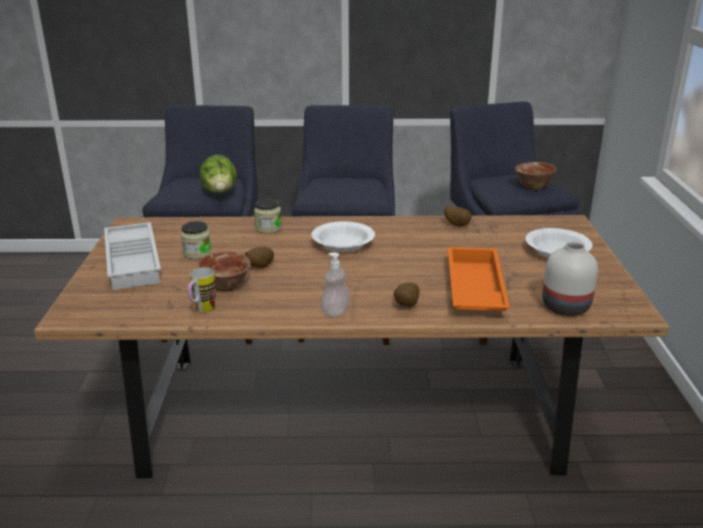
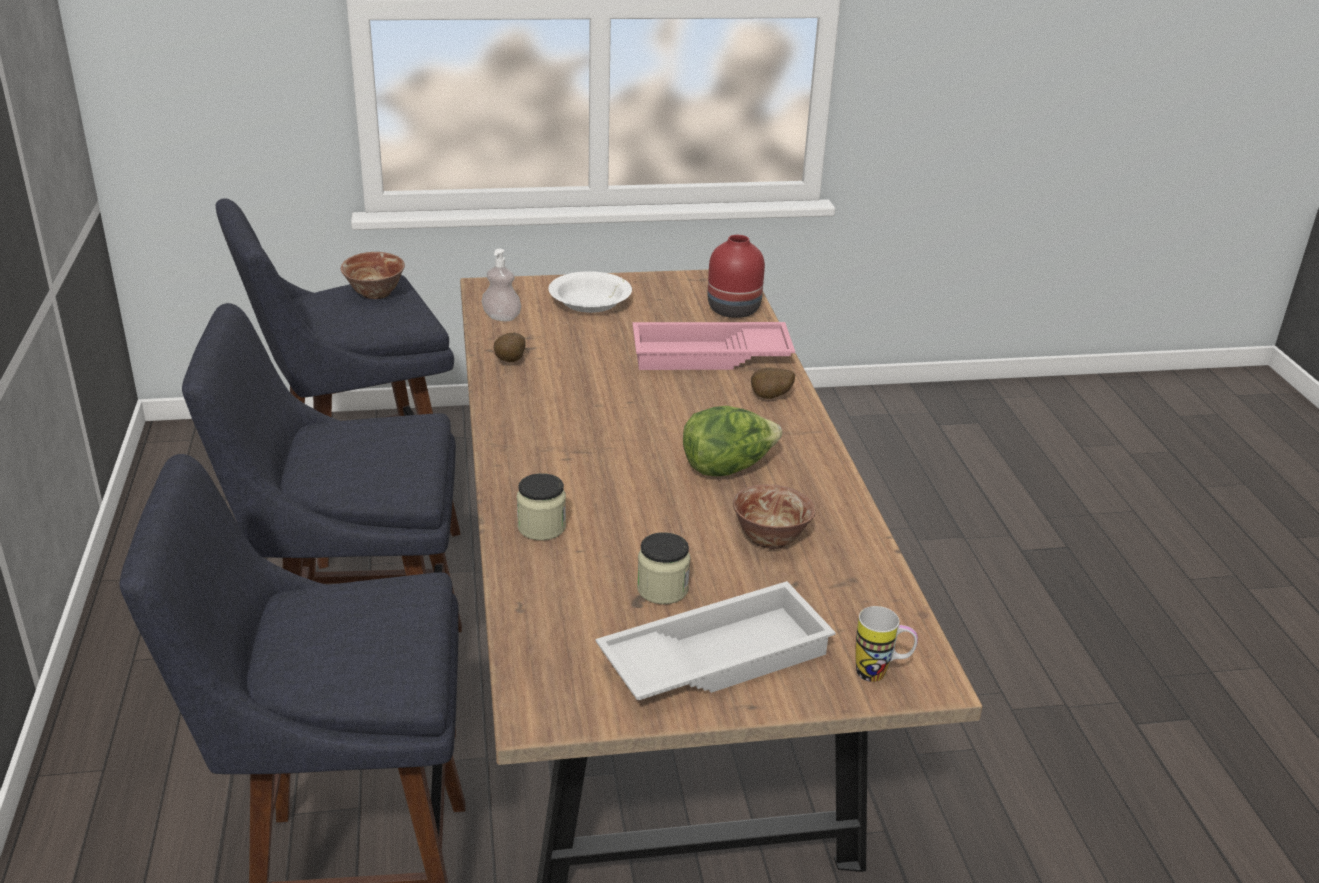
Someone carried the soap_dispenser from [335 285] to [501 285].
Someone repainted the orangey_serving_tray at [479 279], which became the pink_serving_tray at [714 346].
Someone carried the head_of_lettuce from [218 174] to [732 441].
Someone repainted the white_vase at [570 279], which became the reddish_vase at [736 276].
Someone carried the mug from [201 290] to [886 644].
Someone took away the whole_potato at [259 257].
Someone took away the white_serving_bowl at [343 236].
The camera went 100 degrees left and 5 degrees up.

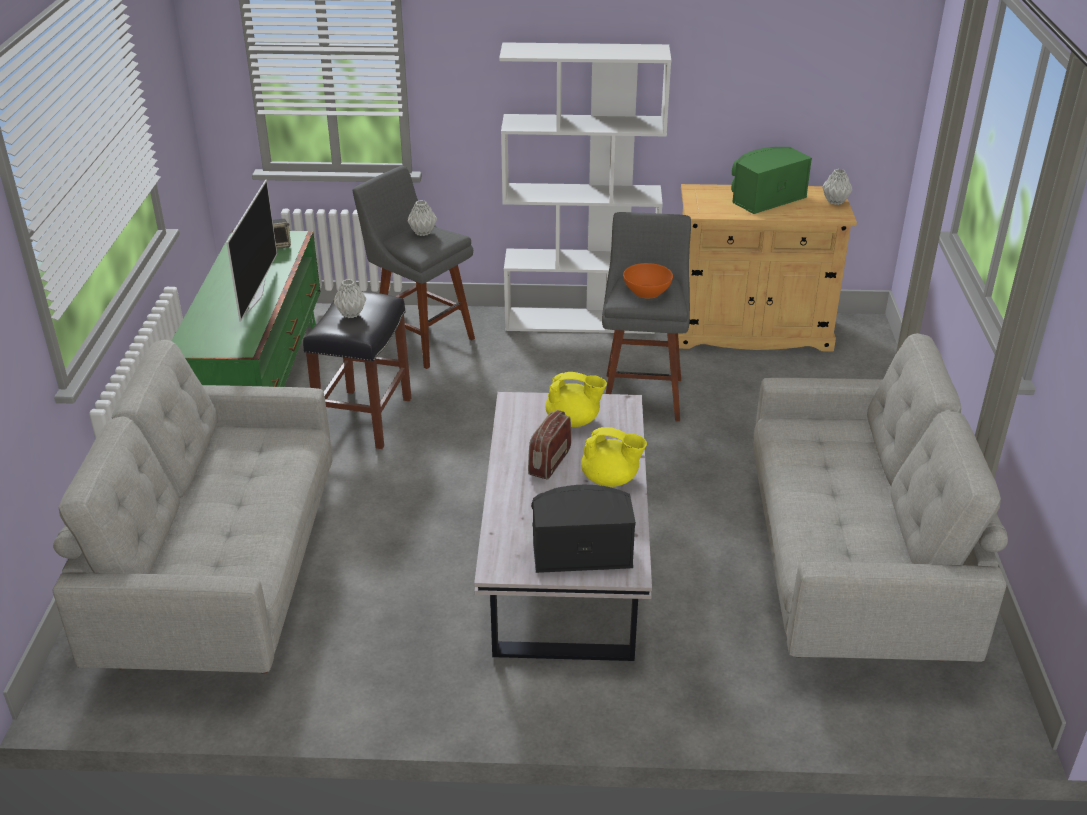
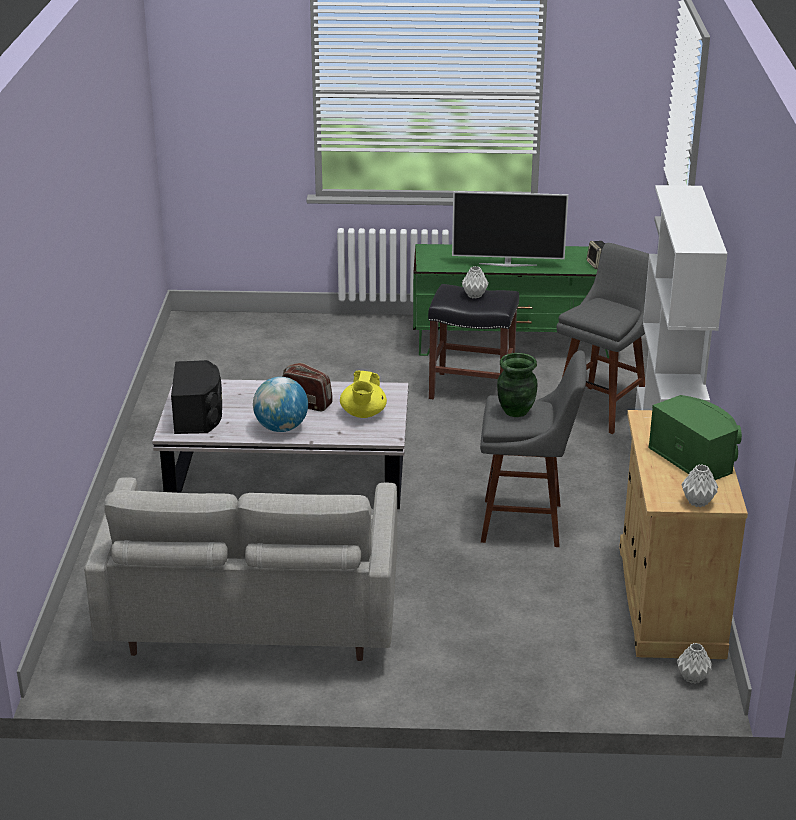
Someone swapped the yellow_pot_for_tea at [614 457] for the world_globe at [280 404].
Someone swapped the orangey_serving_bowl at [648 280] for the green-coloured_vase at [517 385].
Someone carried the gray_vase from [422 218] to [694 663].
Someone took away the gray_settee at [192 507].
The camera went 90 degrees right and 5 degrees down.

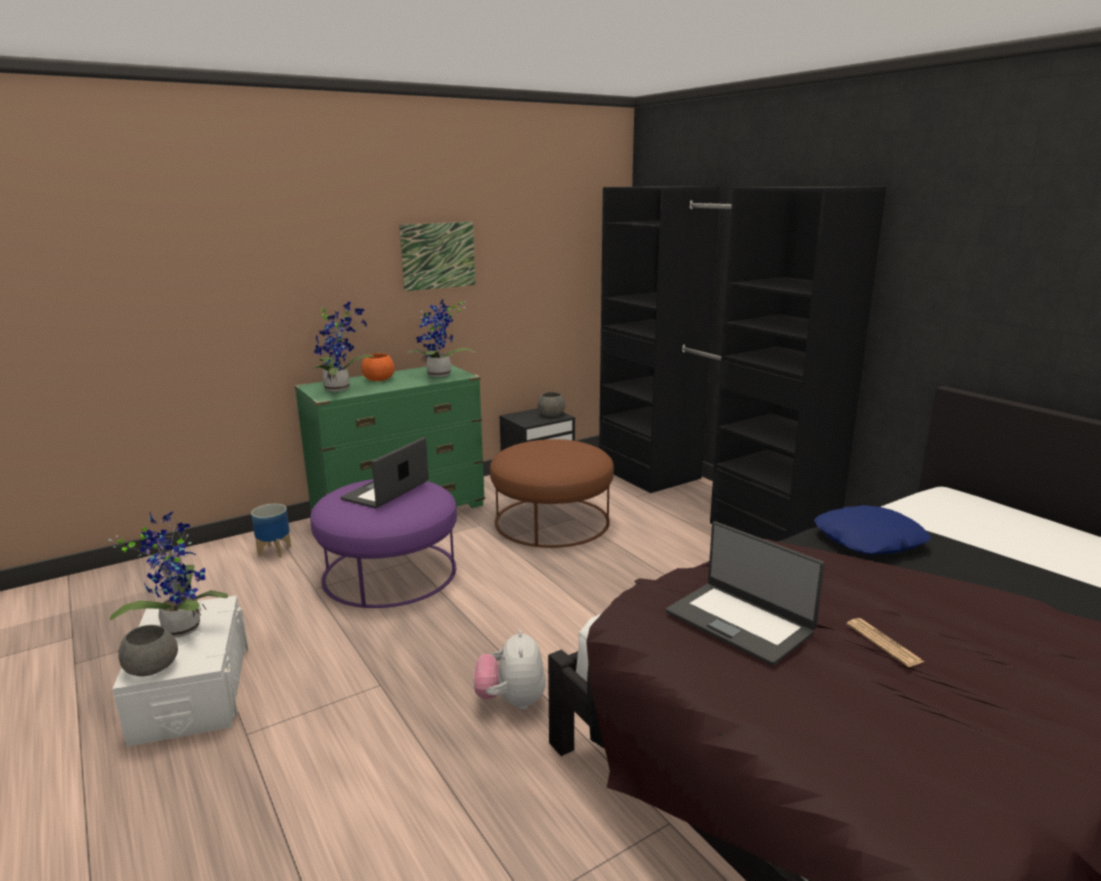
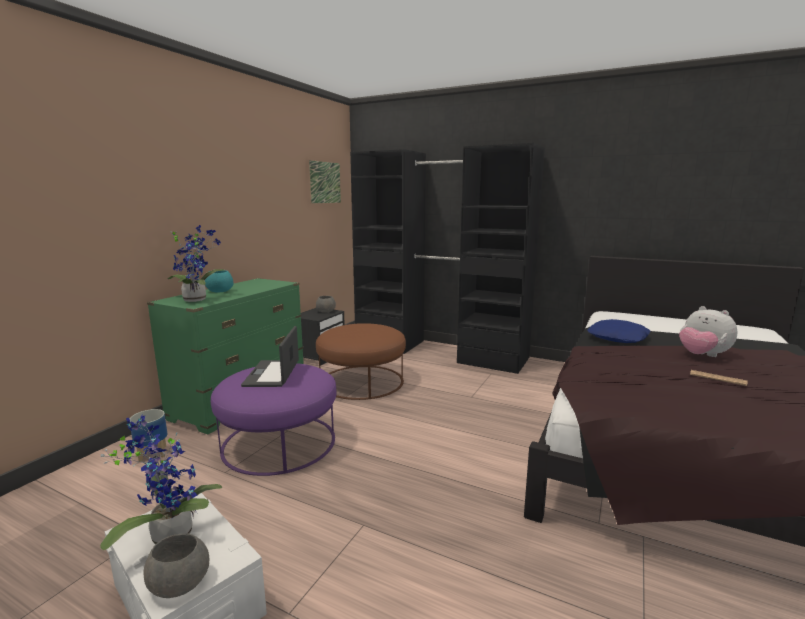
Someone repainted the orangey_serving_bowl at [378 367], which became the turquoise-coloured_serving_bowl at [219 281].
Someone carried the wall_picture from [437 256] to [324 181].
Someone carried the soft_toy from [510 670] to [708 331].
Someone took away the plant_in_a_pot at [441 338].
Someone took away the laptop at [745 593].
The camera went 30 degrees left and 5 degrees down.

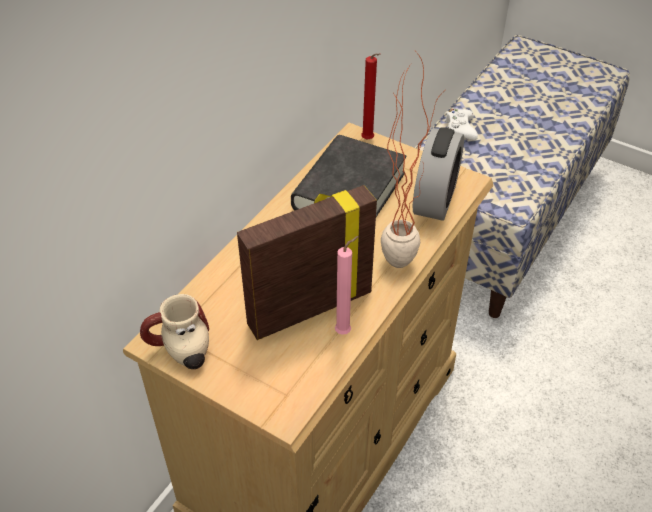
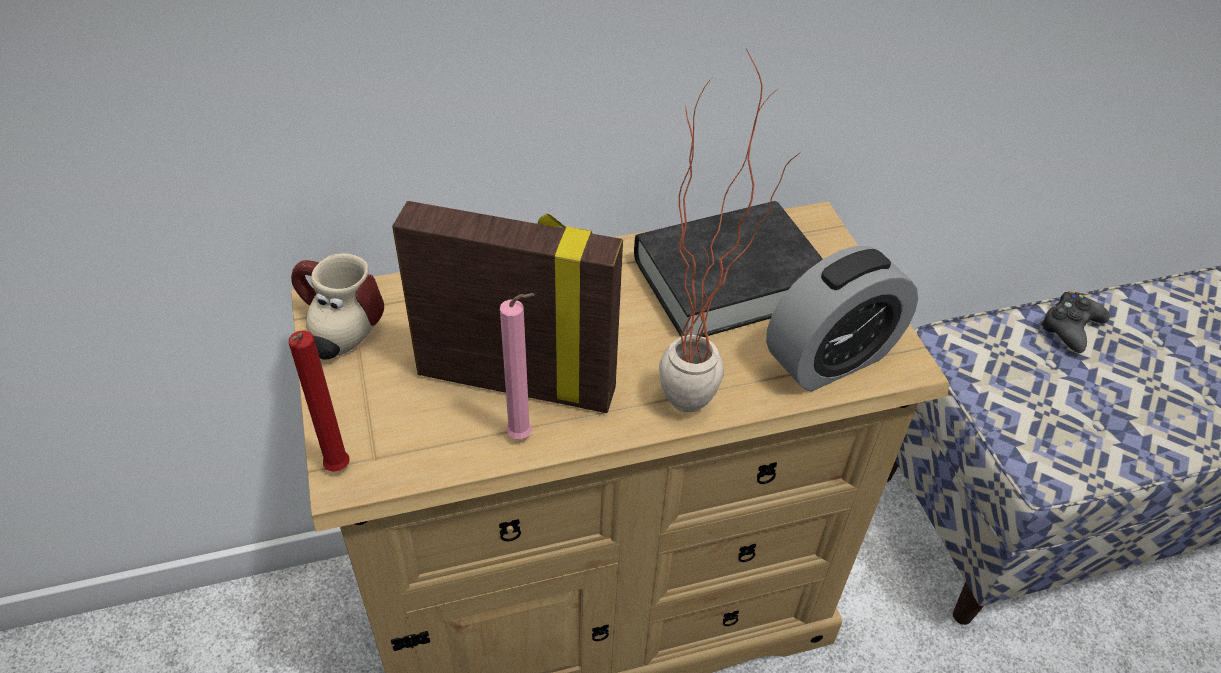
Someone carried the reddish_candle from [371 96] to [319 401].
Someone repainted the white_gamepad at [461 124], which became the blackish_gamepad at [1074 322].
The camera went 40 degrees right and 0 degrees up.

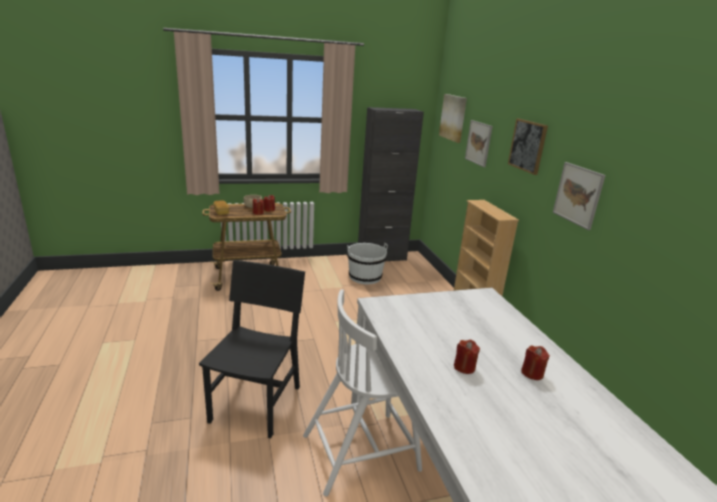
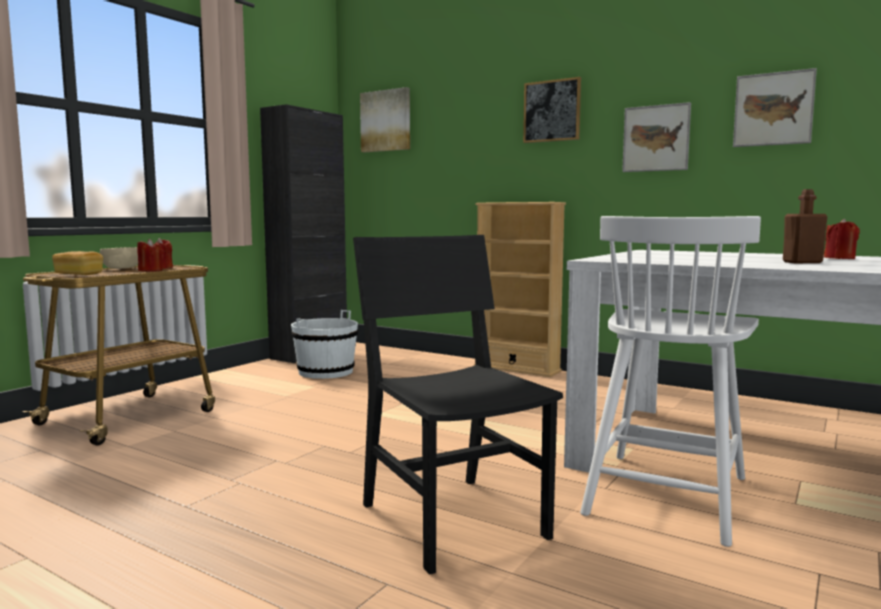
Someone carried the wall_picture from [479 143] to [775 107].
Someone swapped the reddish_candle at [467 357] for the brownish_drink_bottle at [805 226].
The camera went 40 degrees left and 15 degrees down.

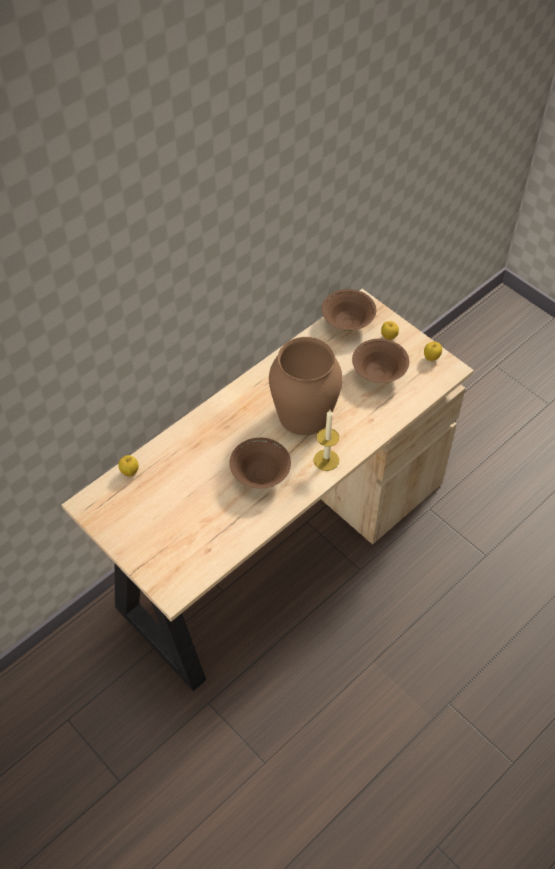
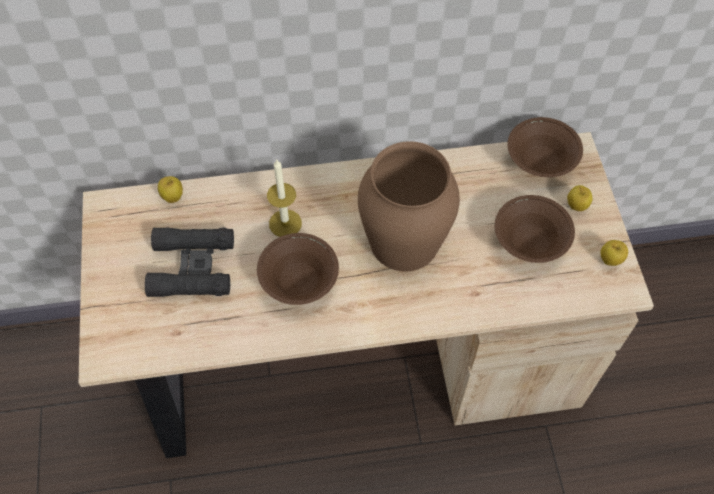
Someone put down the blackish_binoculars at [189 262].
Someone carried the candle from [326 440] to [284 198].
The camera went 35 degrees right and 5 degrees up.

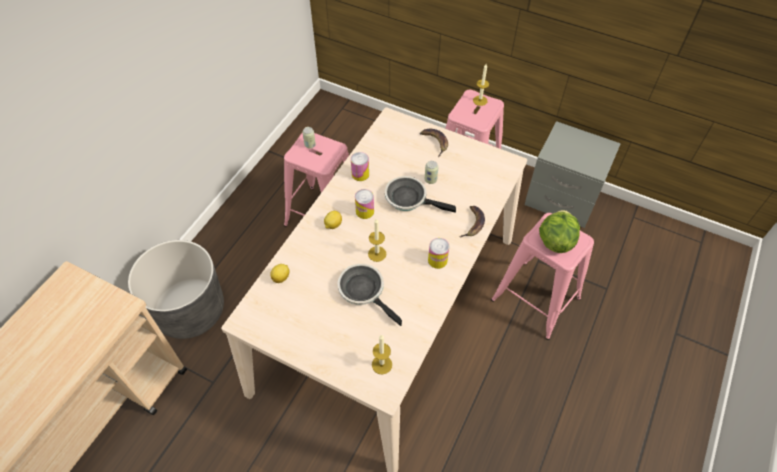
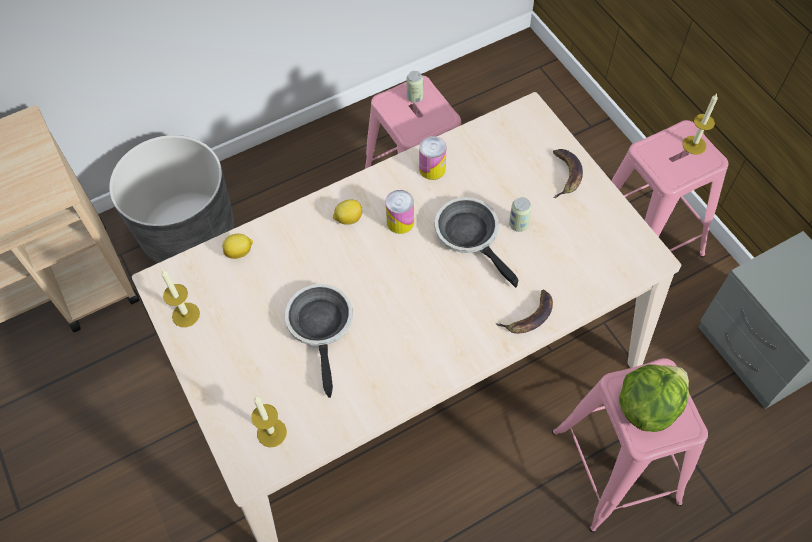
Someone carried the candle from [377 240] to [180 298].
Someone took away the can at [438 253].
The camera went 35 degrees right and 5 degrees up.

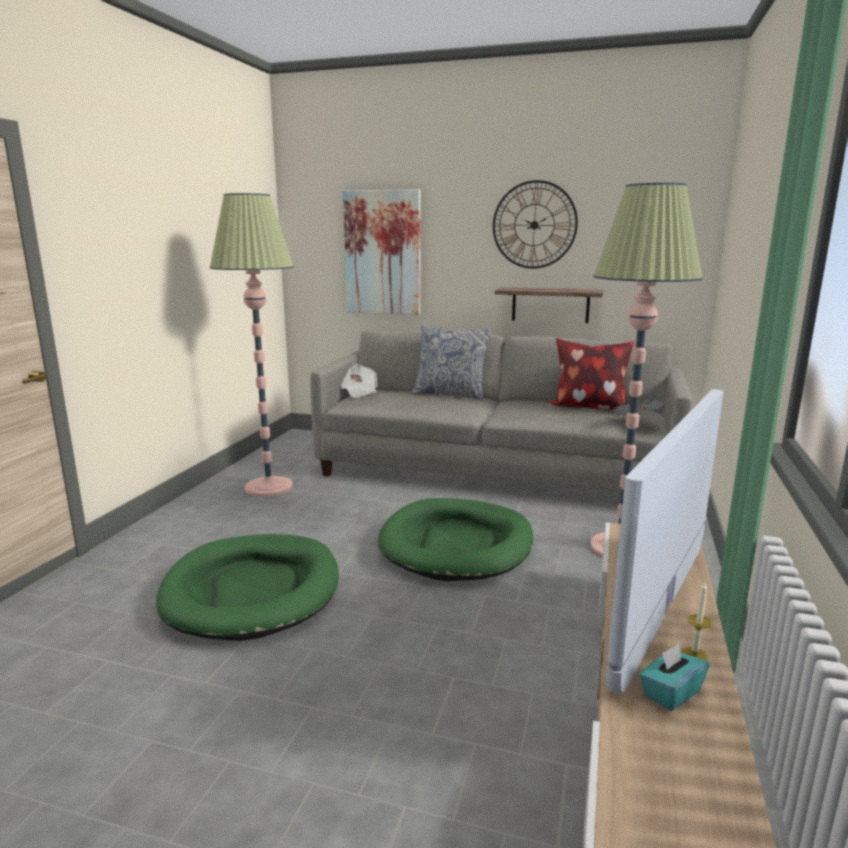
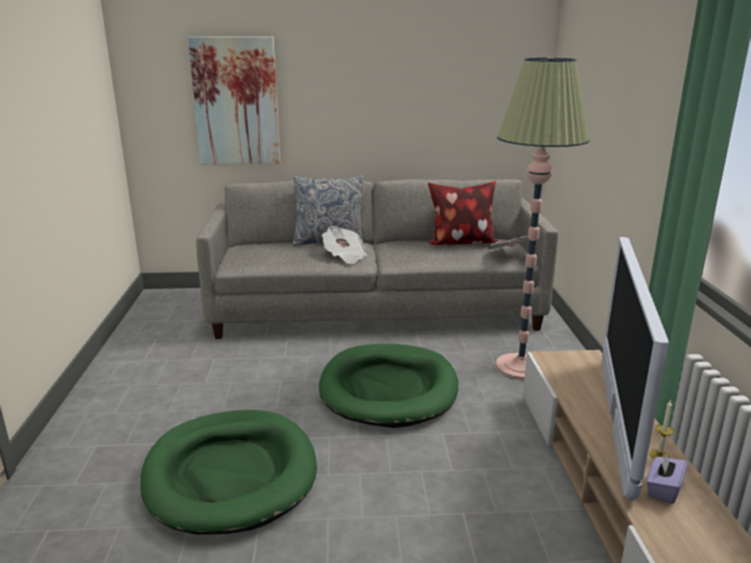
Someone carried the daily_paper from [359 380] to [344 245].
Someone repainted the turquoise-coloured_tissue_box at [674 677], which became the purple_tissue_box at [666 478].
Someone took away the standing_lamp at [252 345].
Someone took away the wall_clock at [535 224].
Someone took away the wall_shelf at [549 305].
The camera went 20 degrees left and 5 degrees up.

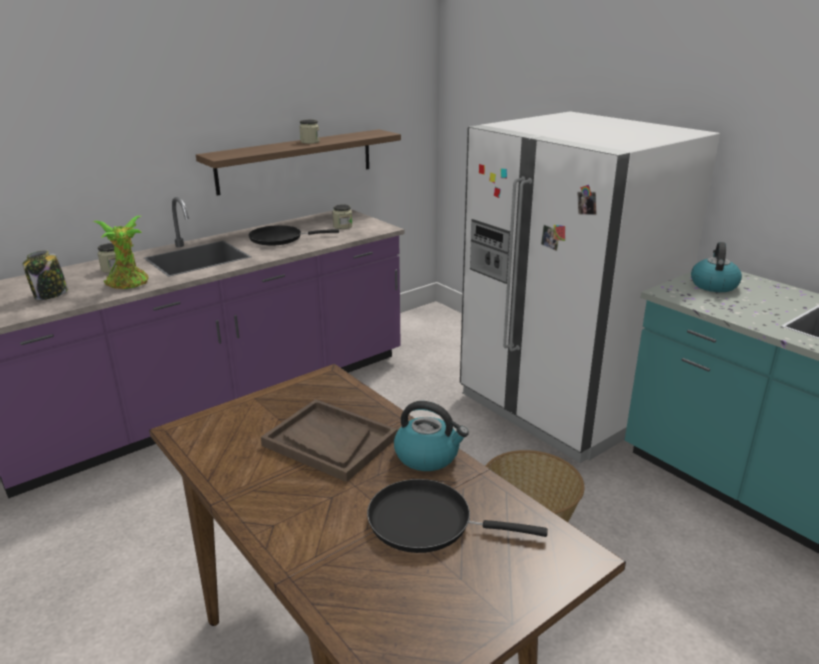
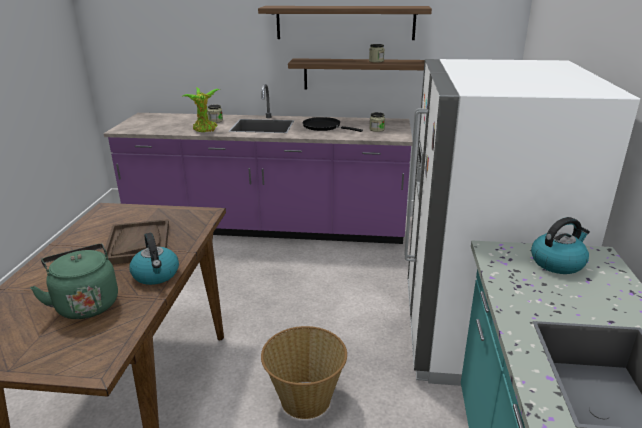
Someone swapped the blackish_frying_pan at [457 516] for the green-coloured_kettle at [74 281].
Someone put up the wall_shelf at [345 23].
Someone took away the preserve_jar at [45 275].
The camera went 45 degrees right and 0 degrees up.

